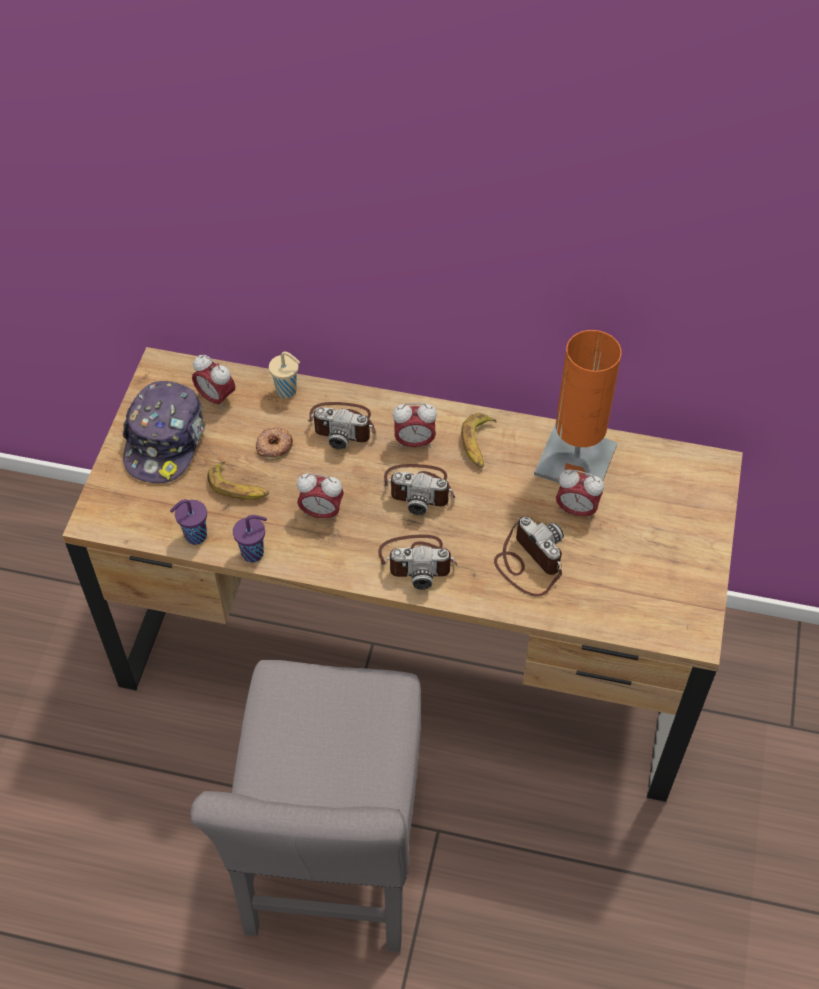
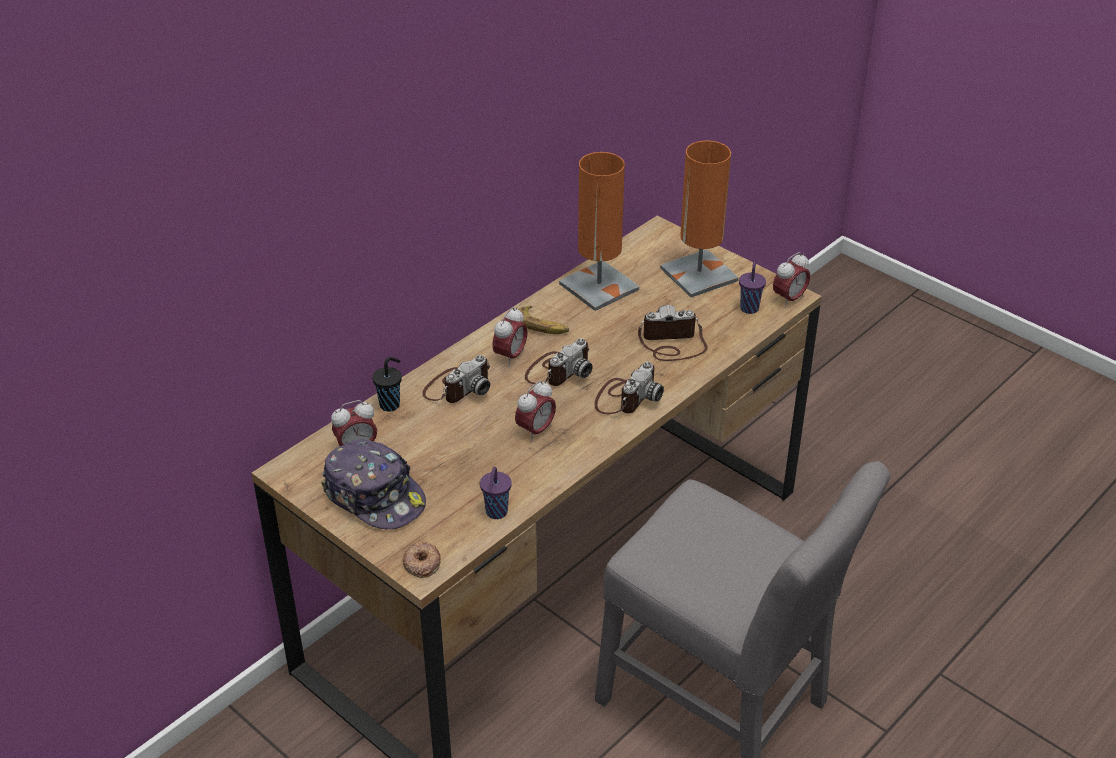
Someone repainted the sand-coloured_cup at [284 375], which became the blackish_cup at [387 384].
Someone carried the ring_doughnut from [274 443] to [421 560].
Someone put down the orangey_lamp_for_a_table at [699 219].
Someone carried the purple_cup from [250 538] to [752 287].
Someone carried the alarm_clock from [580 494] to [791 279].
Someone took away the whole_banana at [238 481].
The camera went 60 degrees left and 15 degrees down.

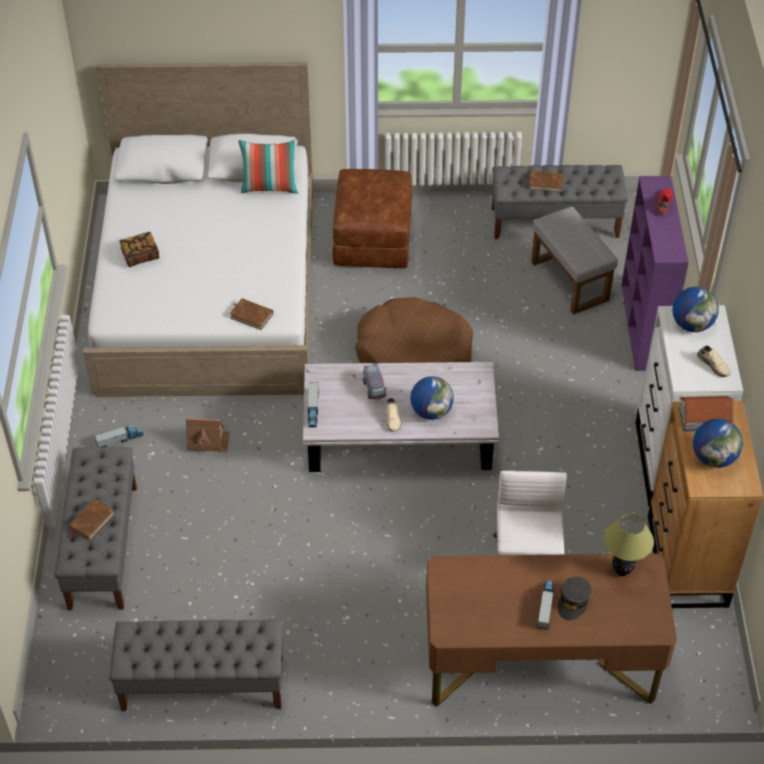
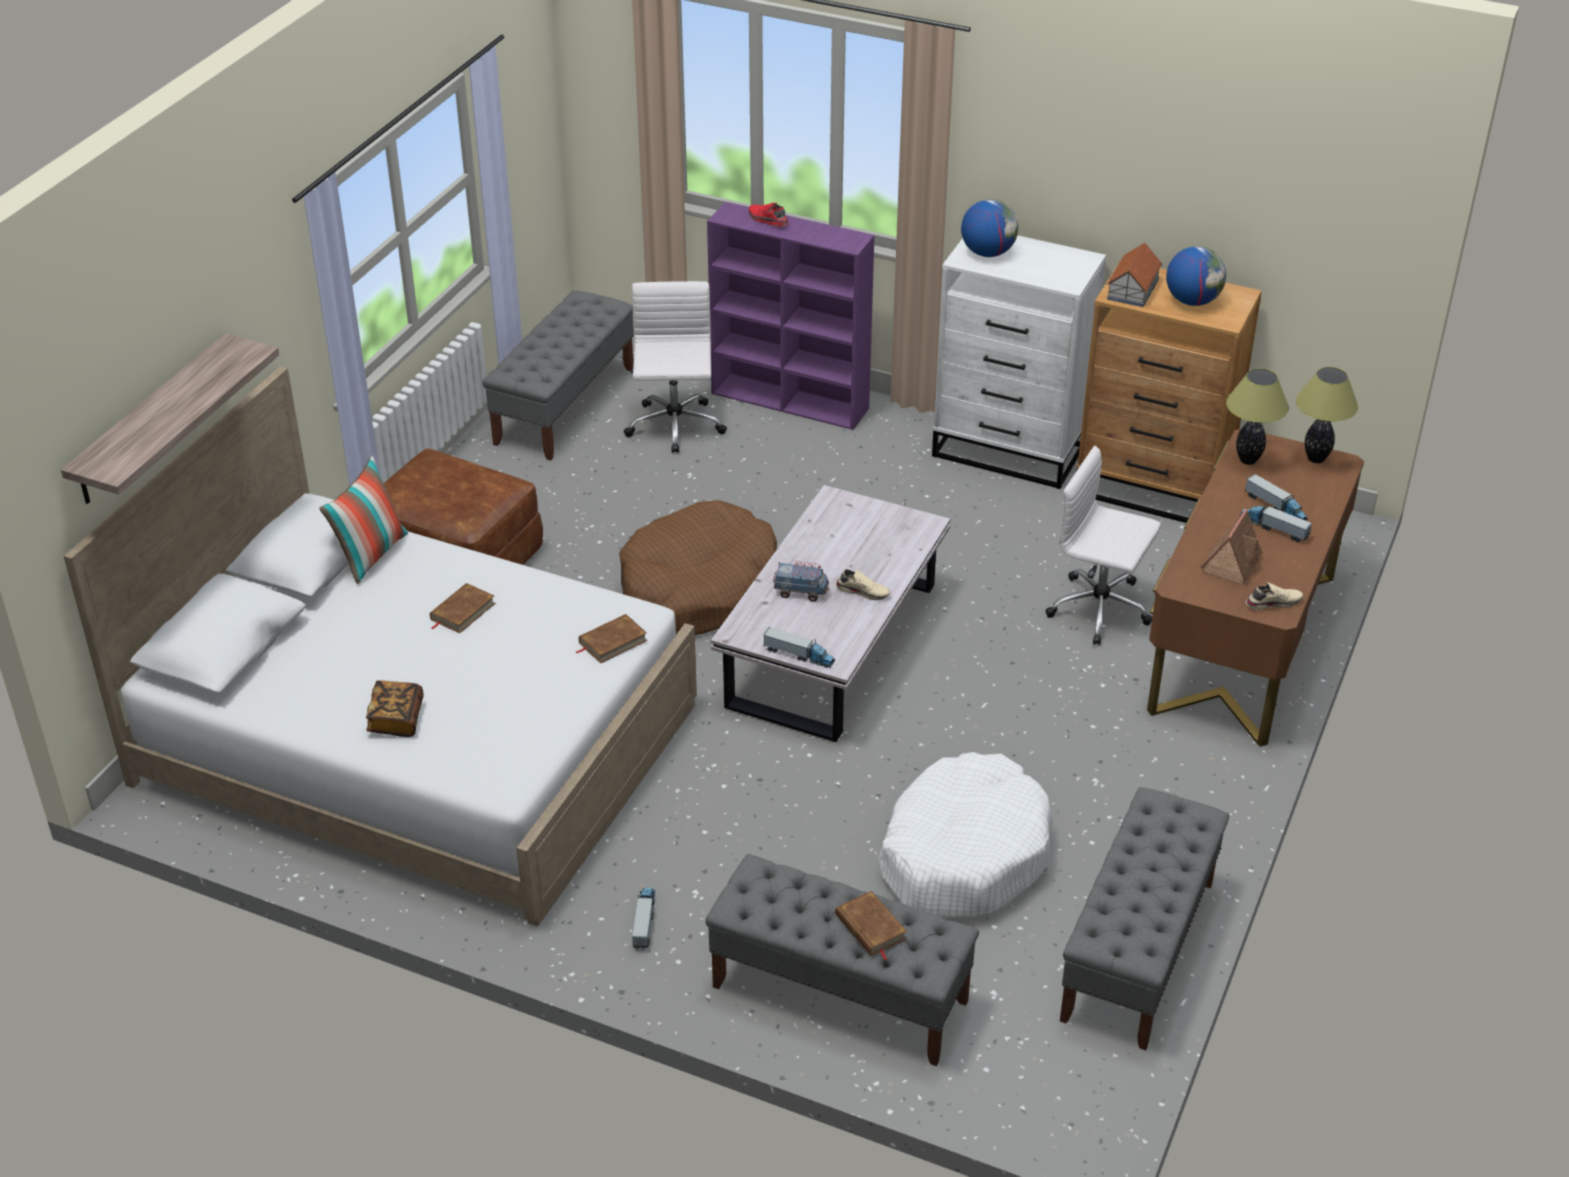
Someone put up the wall_shelf at [170 418].
Someone carried the brownish_book from [544 181] to [462 608].
Someone swapped the gray_ottoman at [574 260] for the white_office_chair at [675 367].
Someone put down the white_pet_bed at [965 834].
Someone carried the miniature_house from [207 435] to [1232 546].
Someone swapped the gray_cap at [574 599] for the model_truck at [1276 497].
Someone carried the sand-coloured_item_of_footwear from [714 361] to [1274 596].
Someone put down the lamp_for_a_table at [1327 415].
Someone took away the world_globe at [432 398].
The camera went 65 degrees left and 10 degrees down.

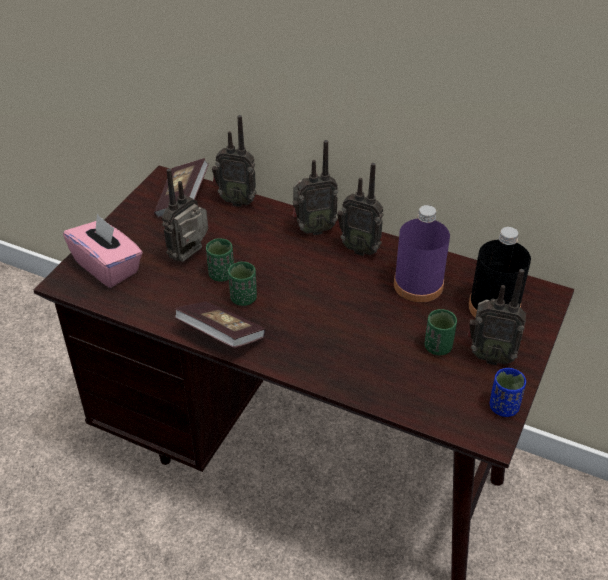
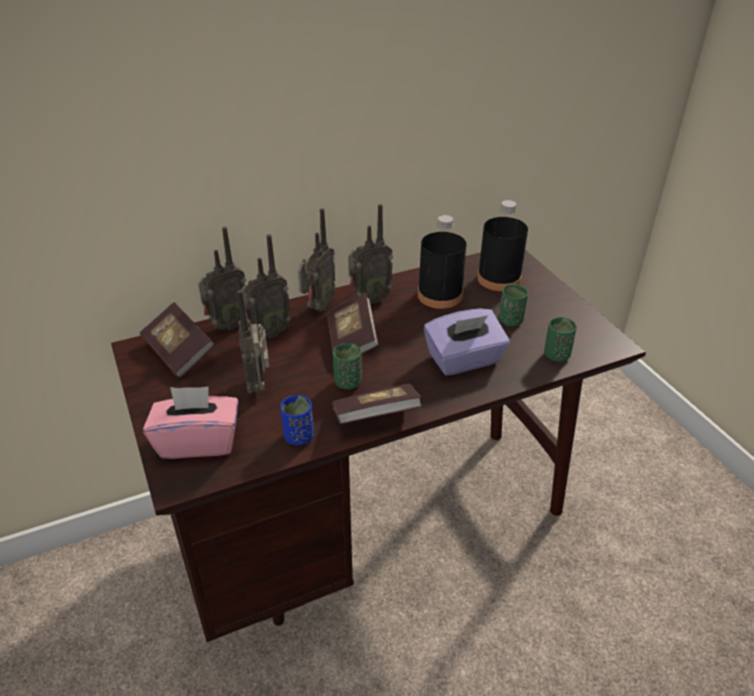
Someone carried the radio_receiver from [496 317] to [266 286].
Someone carried the blue_cup from [508 392] to [297 420].
Someone put down the book at [352 323].
Someone repainted the purple_drink_bottle at [422 254], which became the blackish_drink_bottle at [442 262].
Someone put down the purple_tissue_box at [467 342].
Someone carried the green-coloured_cup from [220 260] to [560 339].
The camera went 50 degrees left and 5 degrees down.

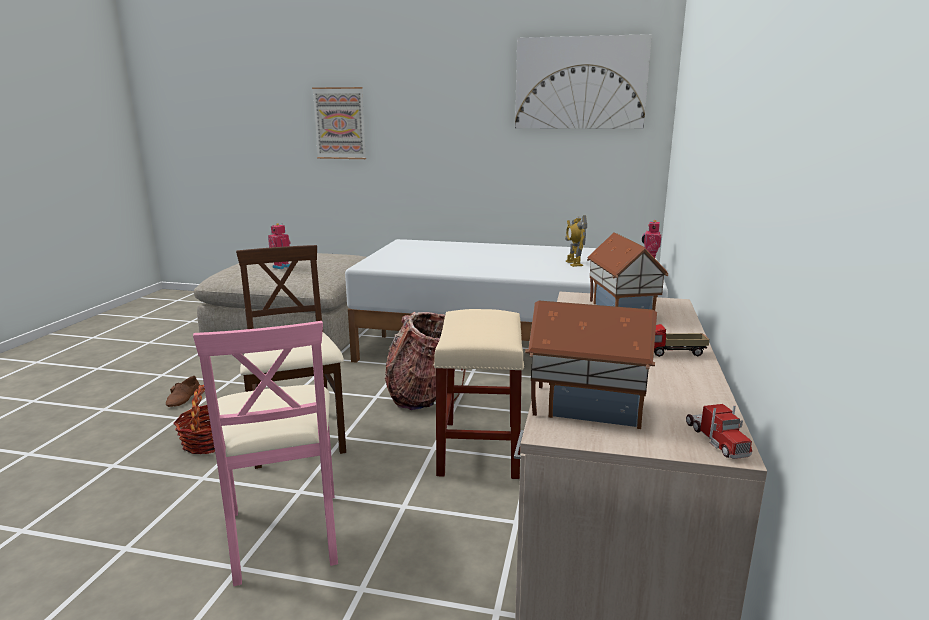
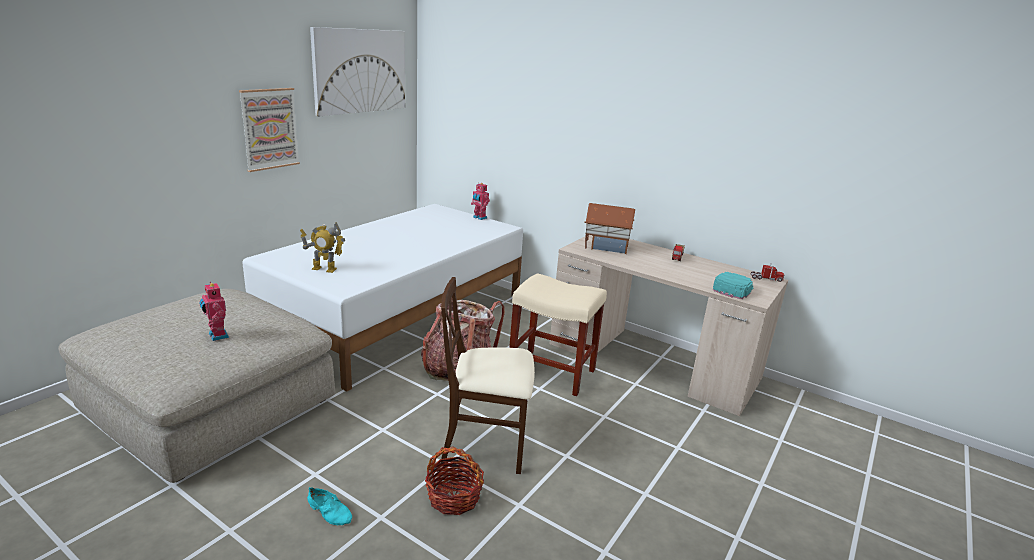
Someone carried the wall_picture from [339 123] to [269 130].
Someone carried the model_robot from [576 241] to [322 247].
Someone repainted the brownish_item_of_footwear at [183 391], which became the turquoise-coloured_item_of_footwear at [329 506].
Someone swapped the miniature_house at [591 365] for the turquoise-coloured_cap at [733 285].
Someone took away the pink_chair at [265 453].
The camera went 70 degrees left and 5 degrees up.

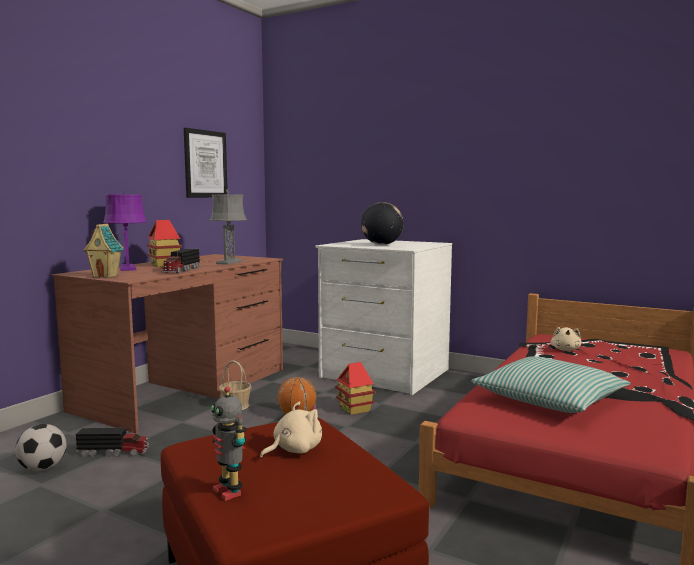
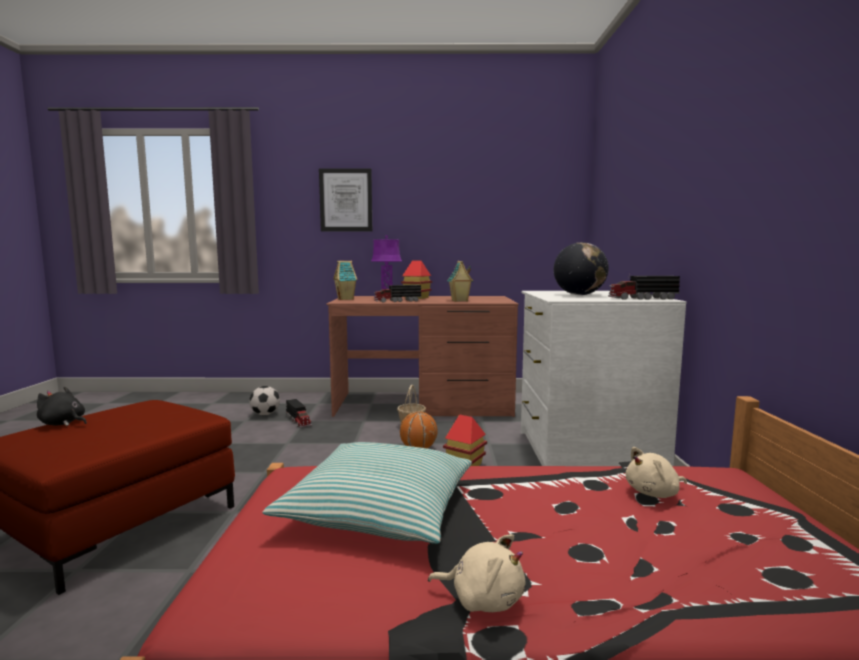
Someone swapped the model_robot at [229 443] for the blackish_soft_toy at [62 406].
Someone carried the wall_picture from [205 163] to [345 199].
Someone carried the sand-coloured_soft_toy from [291 429] to [477 573].
Someone swapped the gray_lamp_for_a_table at [228 227] for the miniature_house at [460 281].
Someone put down the model_truck at [644 287].
The camera went 60 degrees right and 0 degrees up.

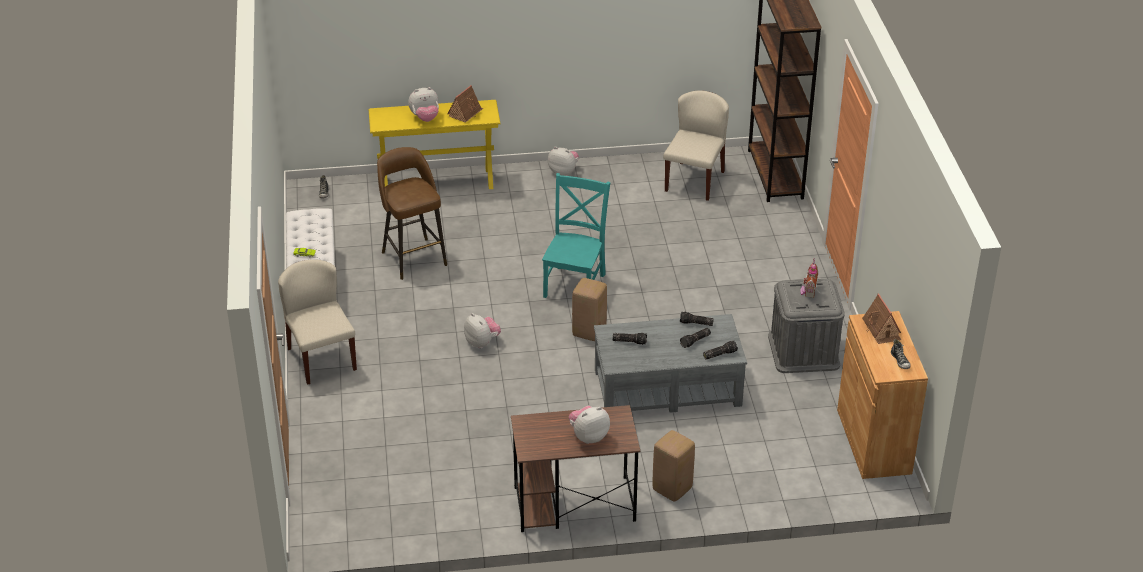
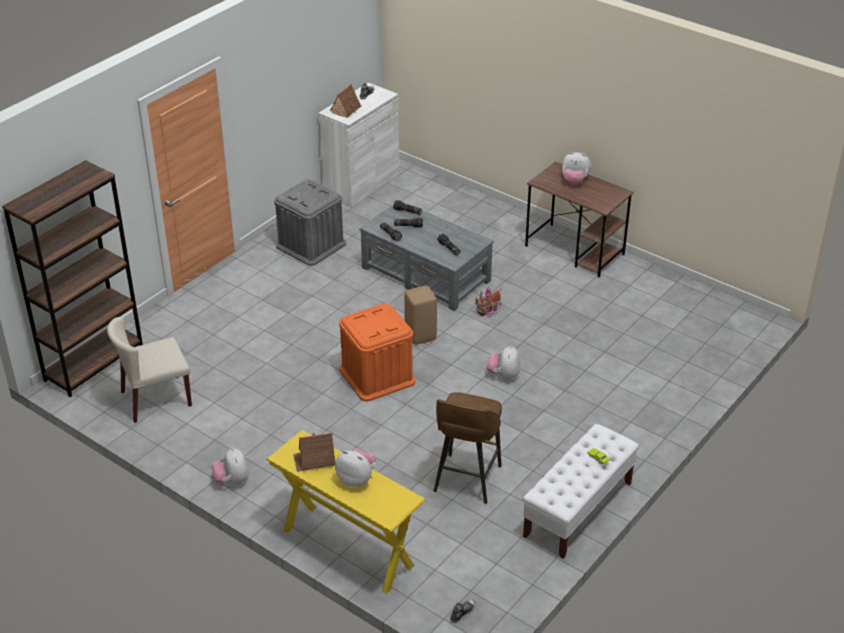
Someone repainted the brownish_storage_cabinet at [882 395], which became the white_storage_cabinet at [358 145].
Someone swapped the turquoise-coloured_chair at [576 235] for the orangey_storage_box at [377 352].
Someone carried the miniature_house from [809 278] to [488 301].
Someone took away the sand-coloured_chair at [317 322].
Someone took away the sand-coloured_sitting_stool at [674 466].
The camera went 135 degrees left and 0 degrees up.

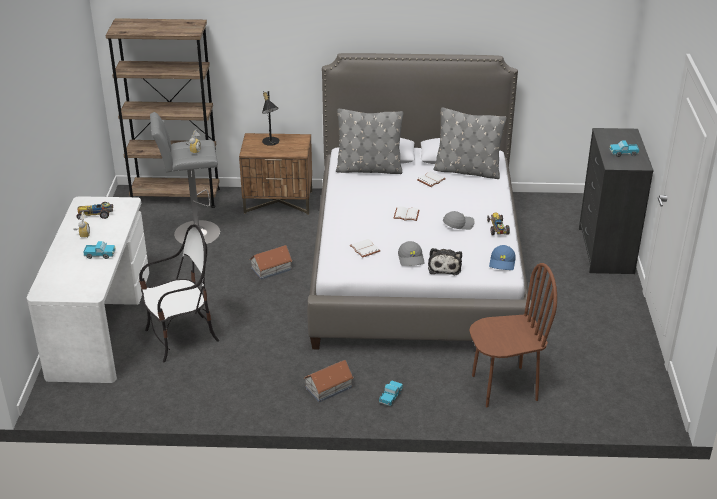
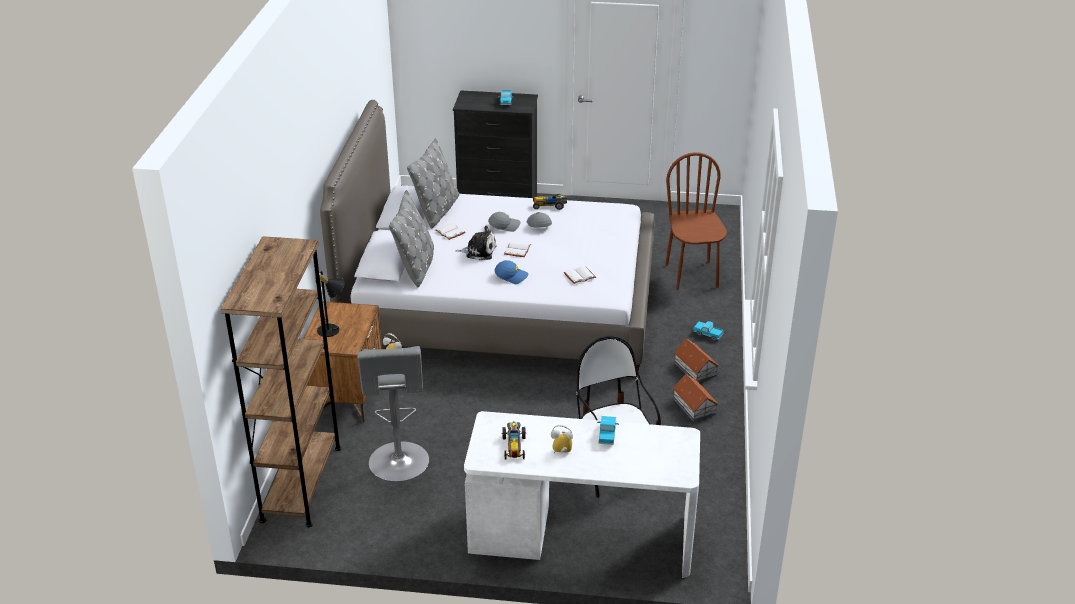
Someone carried the soft_toy from [445 261] to [476 243].
Someone carried the gray_cap from [411 253] to [504 222].
Someone carried the blue_cap from [502 257] to [512 272].
Someone carried the miniature_house from [271 262] to [695 398].
The camera went 85 degrees left and 0 degrees up.

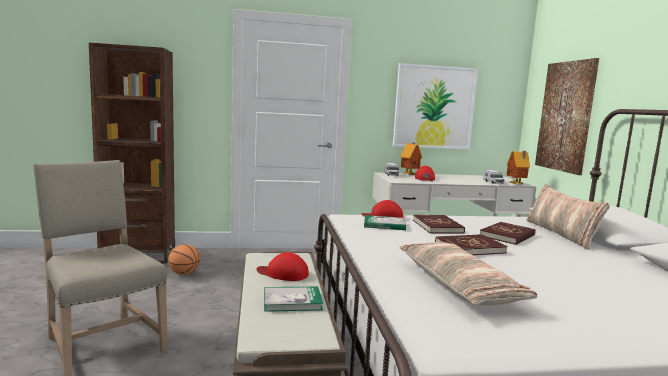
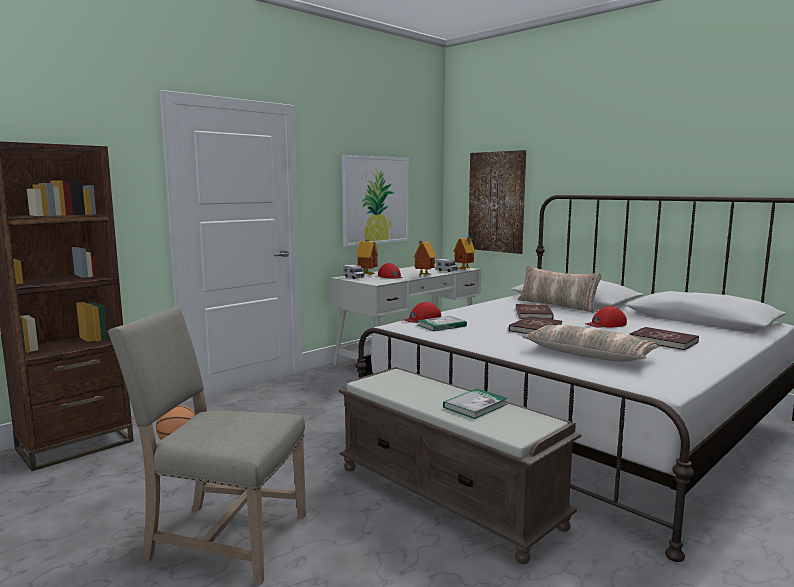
Someone put down the miniature_house at [425 258].
Someone carried the reddish_cap from [282 266] to [606 317].
Someone carried the reddish_book from [439 224] to [664 338].
The camera went 35 degrees left and 0 degrees up.

